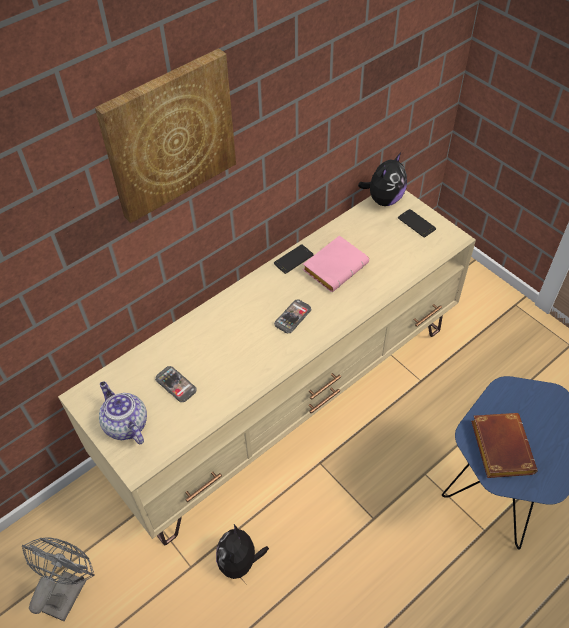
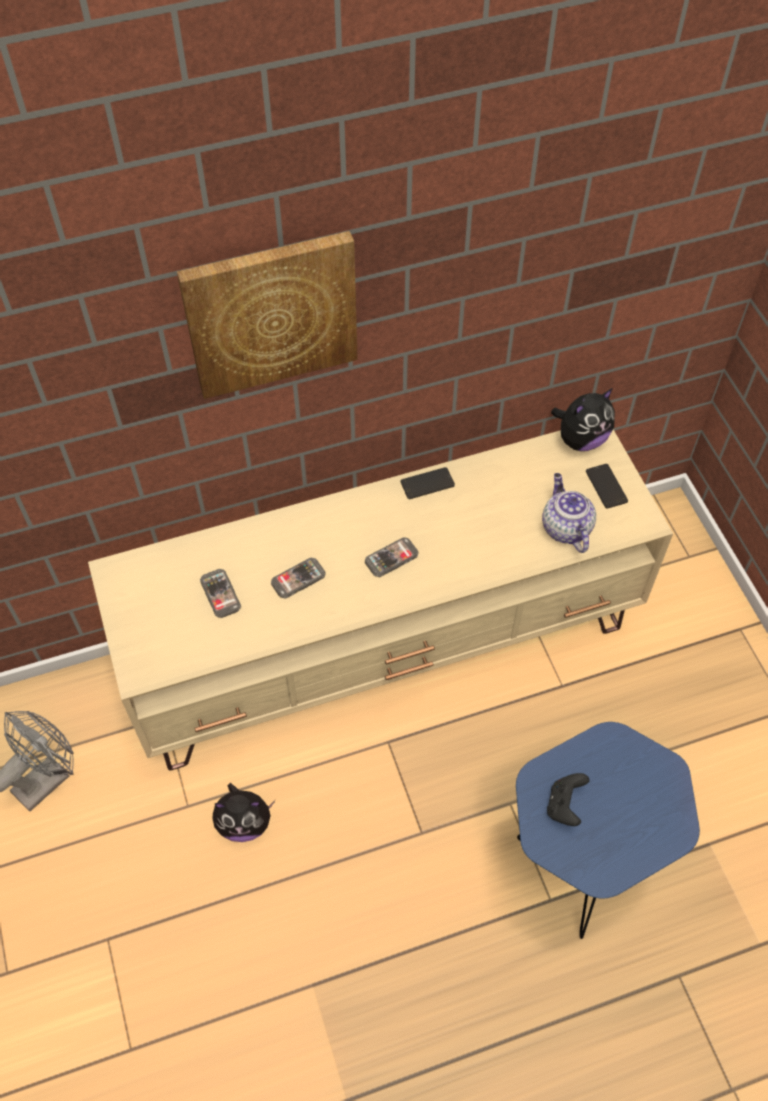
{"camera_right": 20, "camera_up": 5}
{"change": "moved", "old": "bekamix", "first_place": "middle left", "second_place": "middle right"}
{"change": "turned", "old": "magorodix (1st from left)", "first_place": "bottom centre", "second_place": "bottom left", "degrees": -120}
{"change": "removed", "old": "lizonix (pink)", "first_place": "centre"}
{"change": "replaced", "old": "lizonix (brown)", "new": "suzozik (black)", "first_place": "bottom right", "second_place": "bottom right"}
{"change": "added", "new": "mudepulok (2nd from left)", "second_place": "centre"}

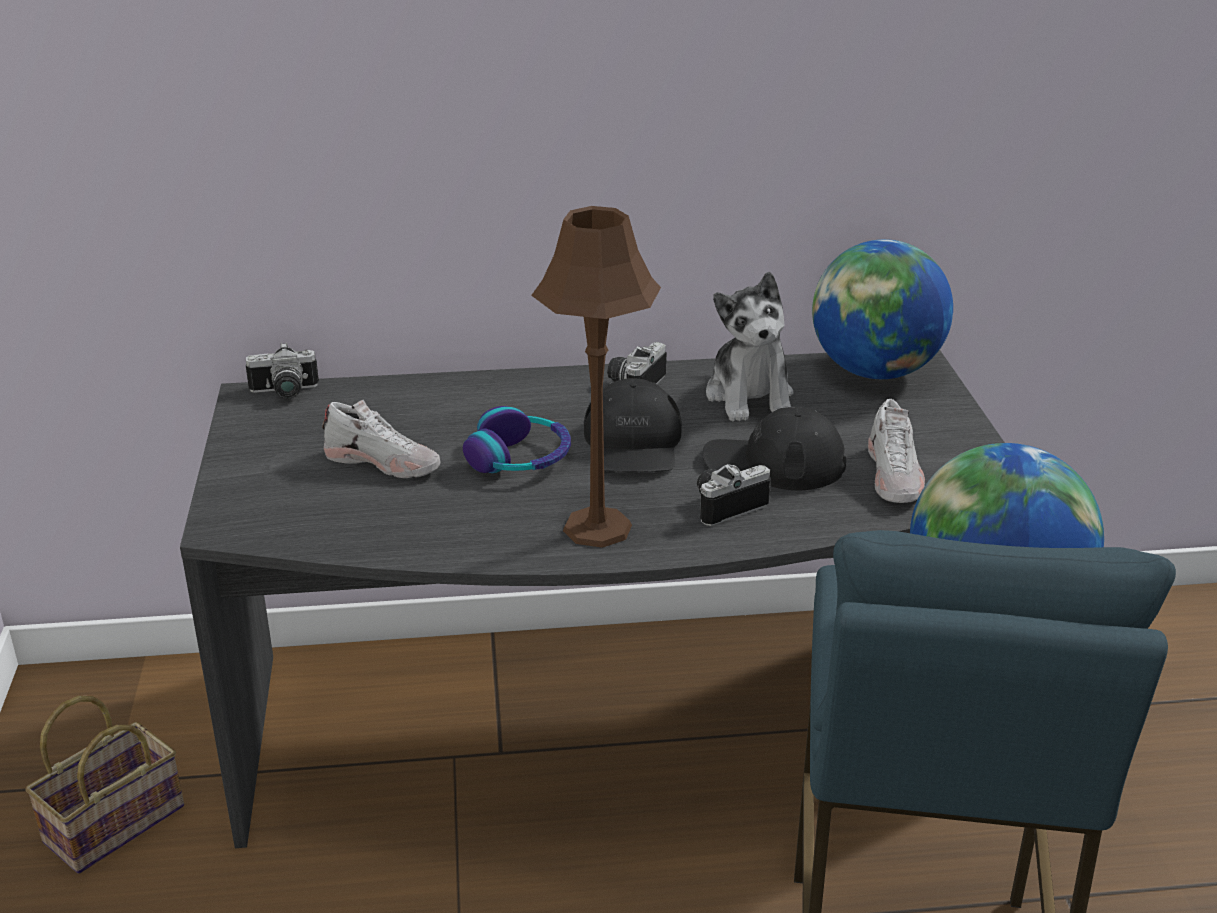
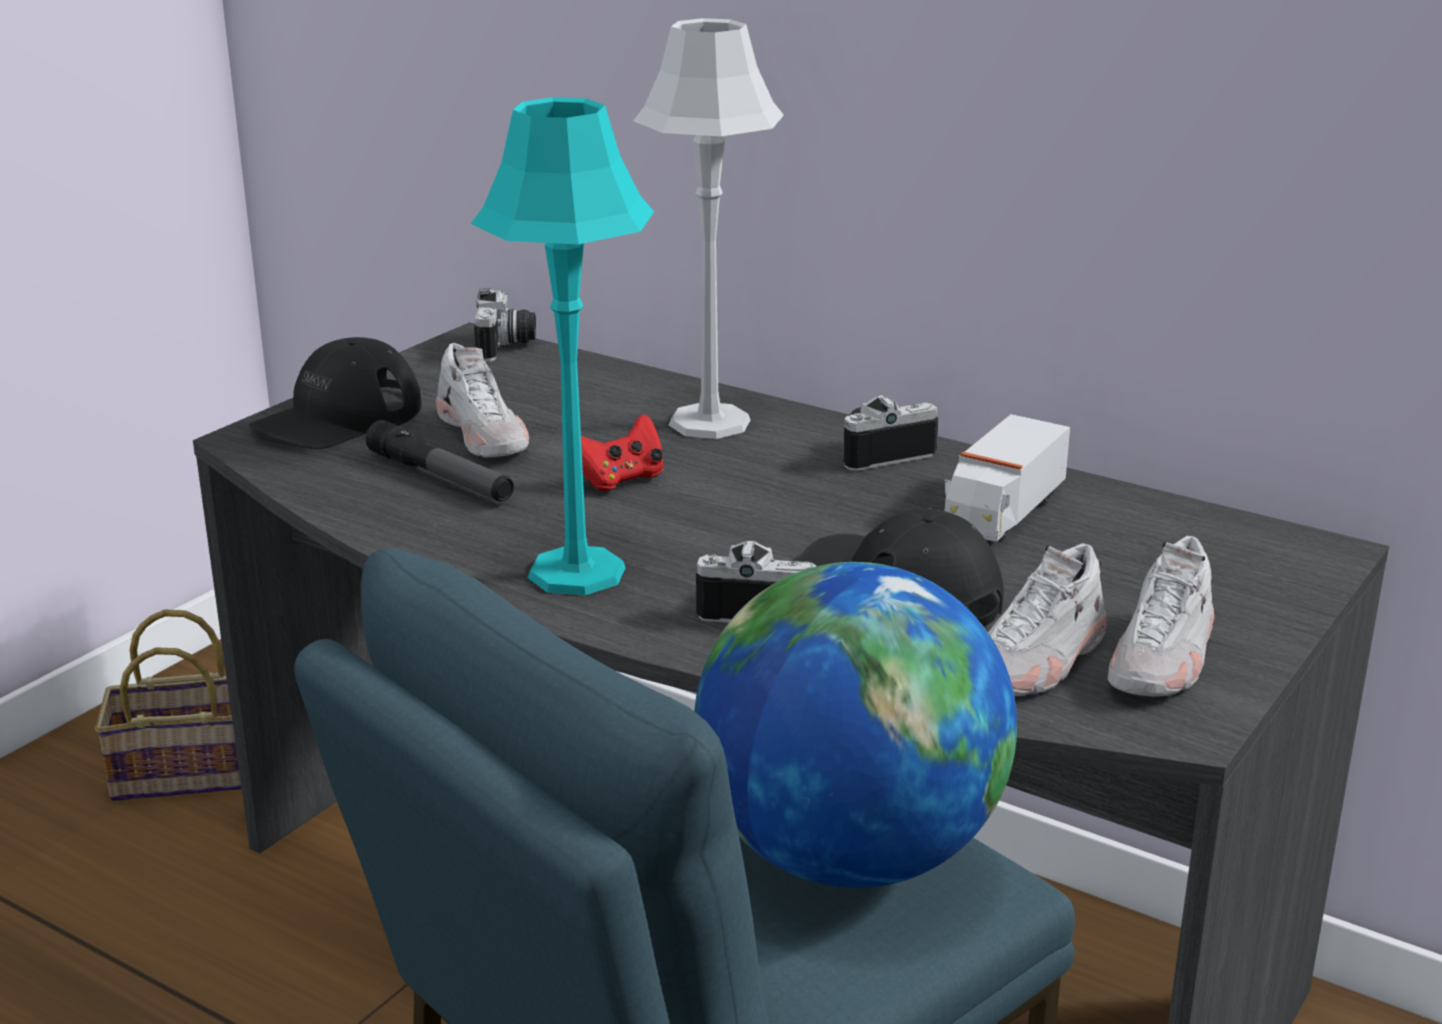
{"camera_right": 40, "camera_up": -5}
{"change": "turned", "old": "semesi (1st from left)", "first_place": "middle left", "second_place": "top centre", "degrees": -120}
{"change": "replaced", "old": "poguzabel", "new": "suzozik (red)", "first_place": "centre", "second_place": "centre"}
{"change": "recoloured", "old": "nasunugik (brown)", "new": "nasunugik (turquoise)", "first_place": "centre", "second_place": "centre"}
{"change": "moved", "old": "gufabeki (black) (1st from left)", "first_place": "centre", "second_place": "middle left"}
{"change": "replaced", "old": "magorodix", "new": "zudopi", "first_place": "centre", "second_place": "middle right"}
{"change": "removed", "old": "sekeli (1st from left)", "first_place": "middle right"}
{"change": "added", "new": "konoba", "second_place": "middle left"}
{"change": "added", "new": "nasunugik (grey)", "second_place": "top centre"}
{"change": "added", "new": "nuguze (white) (3rd from left)", "second_place": "middle right"}

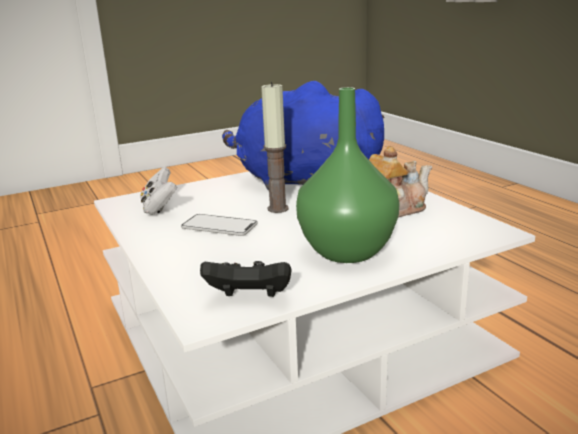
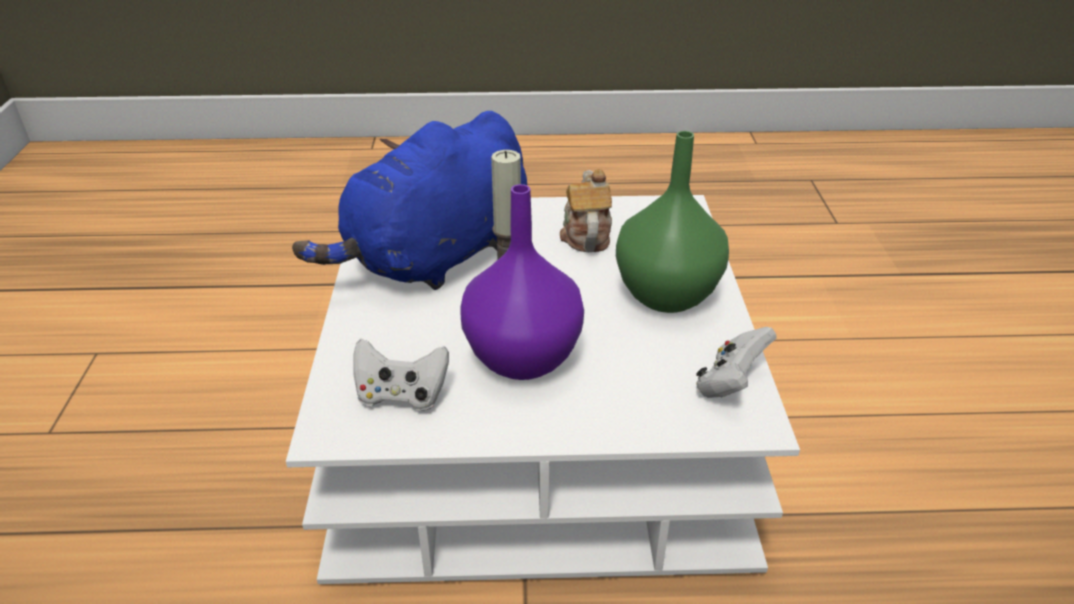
{"camera_right": -65, "camera_up": 15}
{"change": "replaced", "old": "mudepulok", "new": "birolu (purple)", "first_place": "centre", "second_place": "centre"}
{"change": "recoloured", "old": "suzozik (black)", "new": "suzozik (white) (2nd from left)", "first_place": "centre", "second_place": "middle right"}

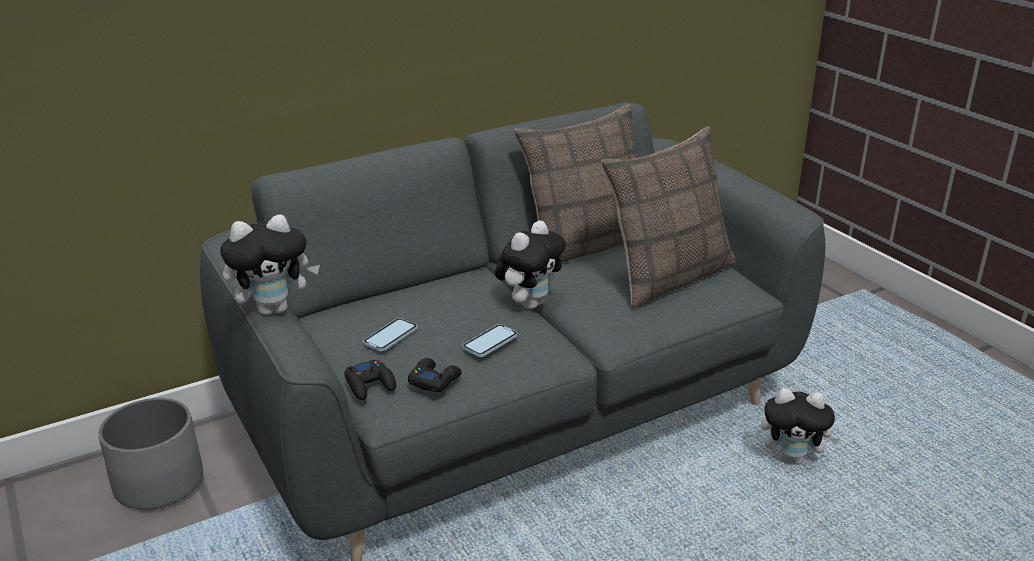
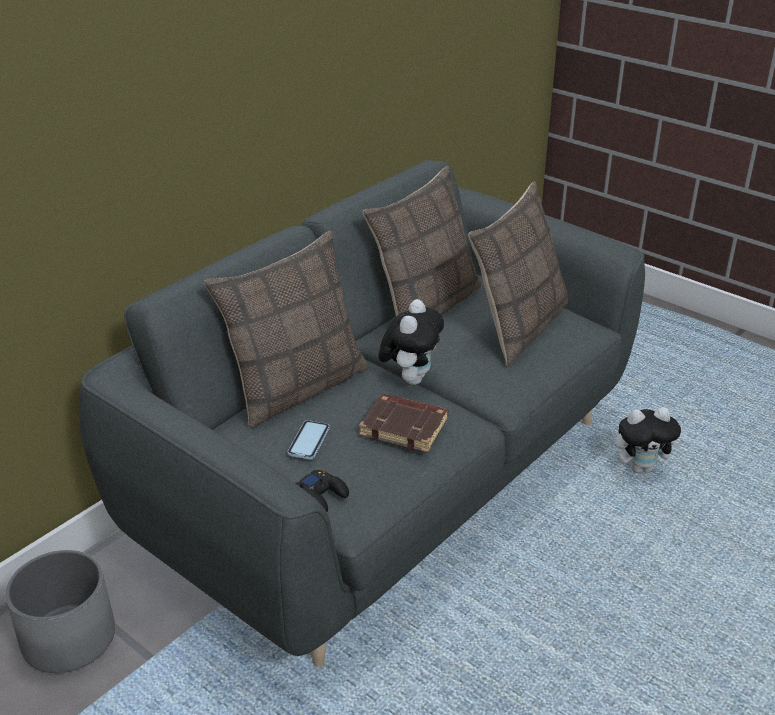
{"camera_right": -20, "camera_up": 5}
{"change": "removed", "old": "magorodix (1st from left)", "first_place": "middle left"}
{"change": "removed", "old": "suzozik (black) (2nd from left)", "first_place": "bottom centre"}
{"change": "replaced", "old": "mudepulok (2nd from left)", "new": "lizonix (brown)", "first_place": "centre", "second_place": "centre"}
{"change": "added", "new": "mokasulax (1st from left)", "second_place": "centre"}

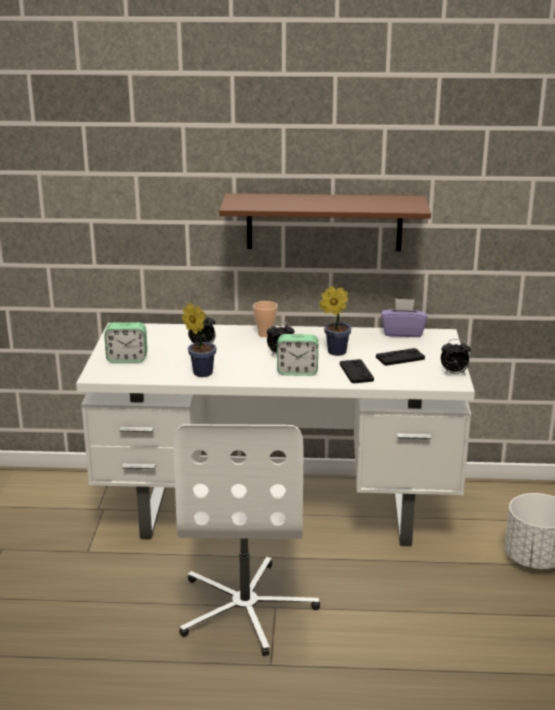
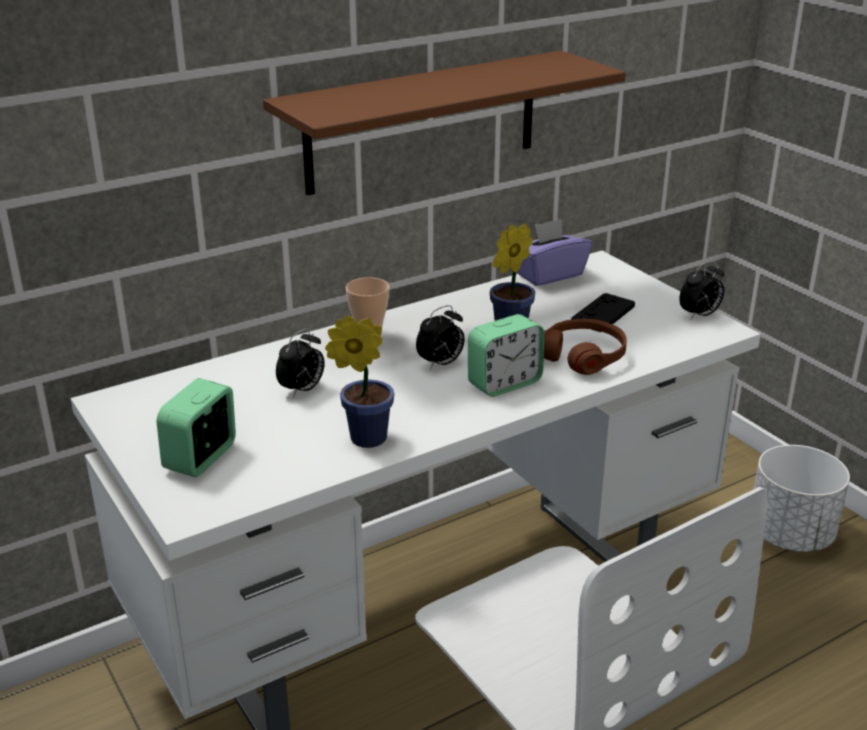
{"camera_right": -35, "camera_up": 5}
{"change": "turned", "old": "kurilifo (1st from left)", "first_place": "middle left", "second_place": "middle left", "degrees": 150}
{"change": "replaced", "old": "suzozik (black) (1st from left)", "new": "poguzabel (brown)", "first_place": "centre", "second_place": "middle right"}

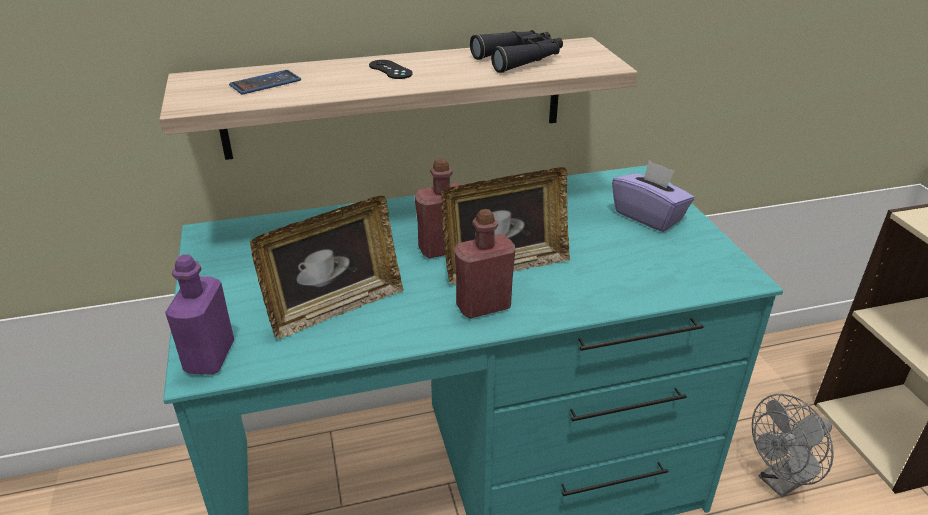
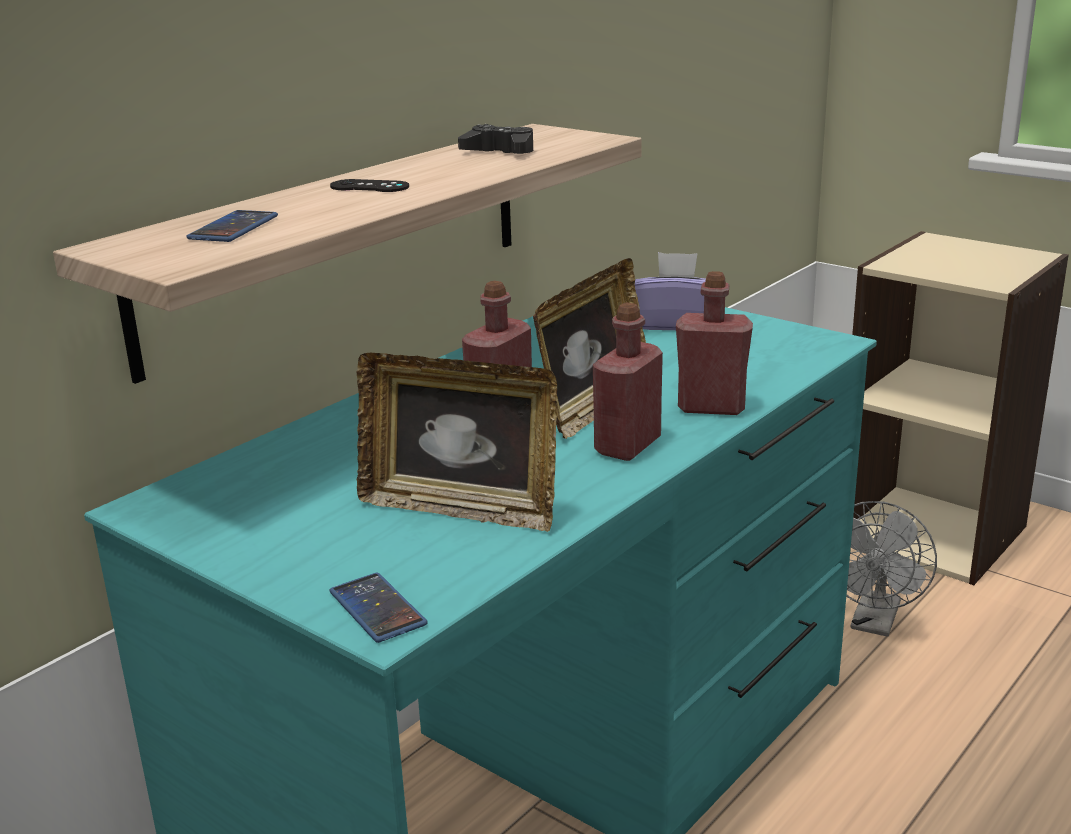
{"camera_right": -35, "camera_up": -10}
{"change": "replaced", "old": "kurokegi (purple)", "new": "mudepulok (2nd from left)", "first_place": "middle left", "second_place": "bottom centre"}
{"change": "turned", "old": "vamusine (1st from left)", "first_place": "centre", "second_place": "centre", "degrees": 90}
{"change": "replaced", "old": "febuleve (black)", "new": "suzozik (black) (2nd from left)", "first_place": "top centre", "second_place": "top centre"}
{"change": "added", "new": "kurokegi (red) (3rd from left)", "second_place": "middle right"}

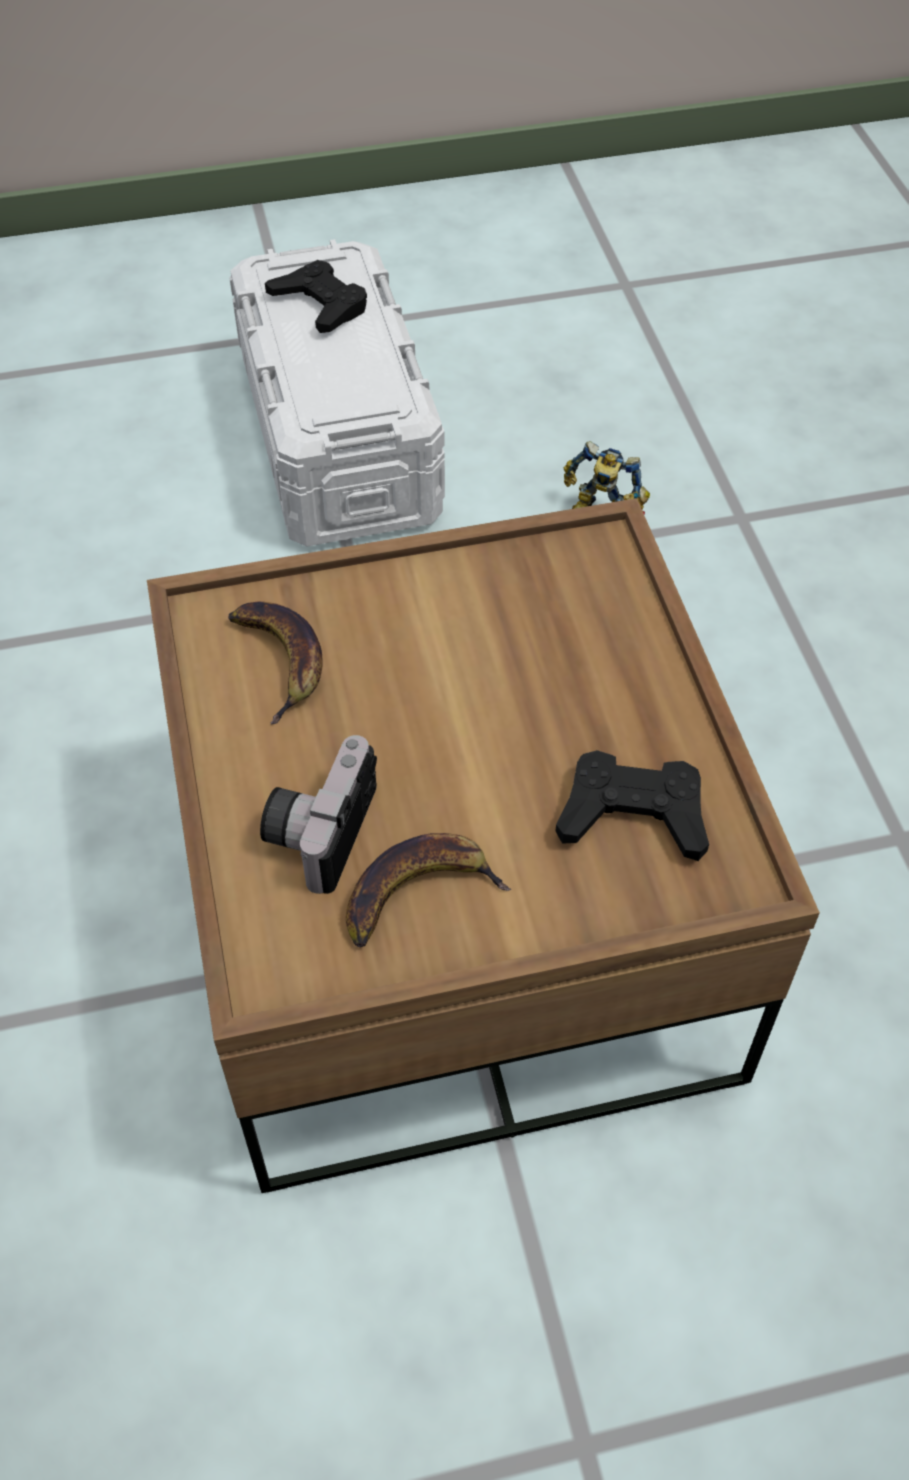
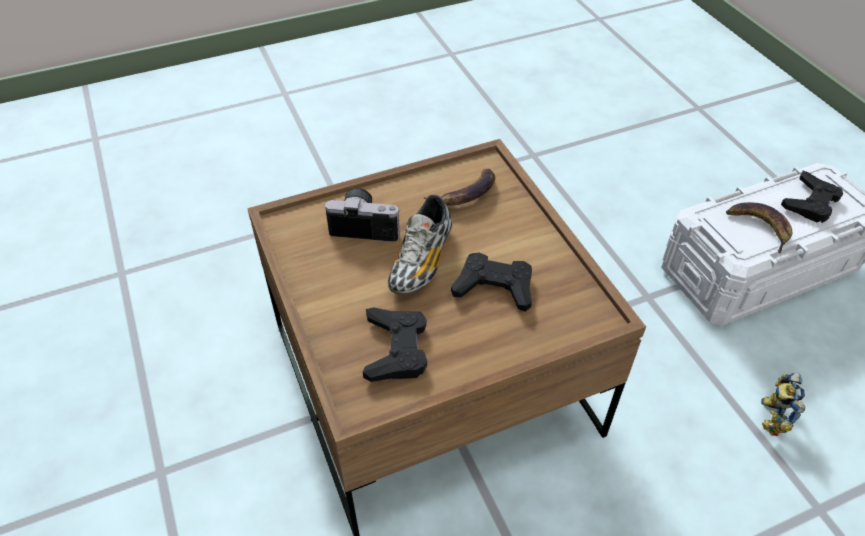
{"camera_right": 80, "camera_up": -5}
{"change": "moved", "old": "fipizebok (2nd from left)", "first_place": "centre", "second_place": "middle right"}
{"change": "added", "new": "nuguze", "second_place": "centre"}
{"change": "added", "new": "suzozik (black) (2nd from left)", "second_place": "centre"}

